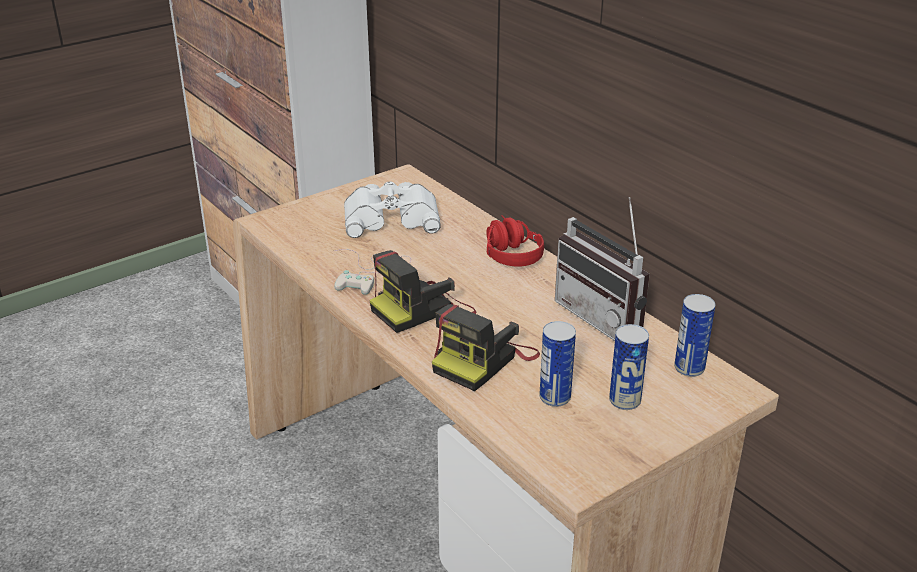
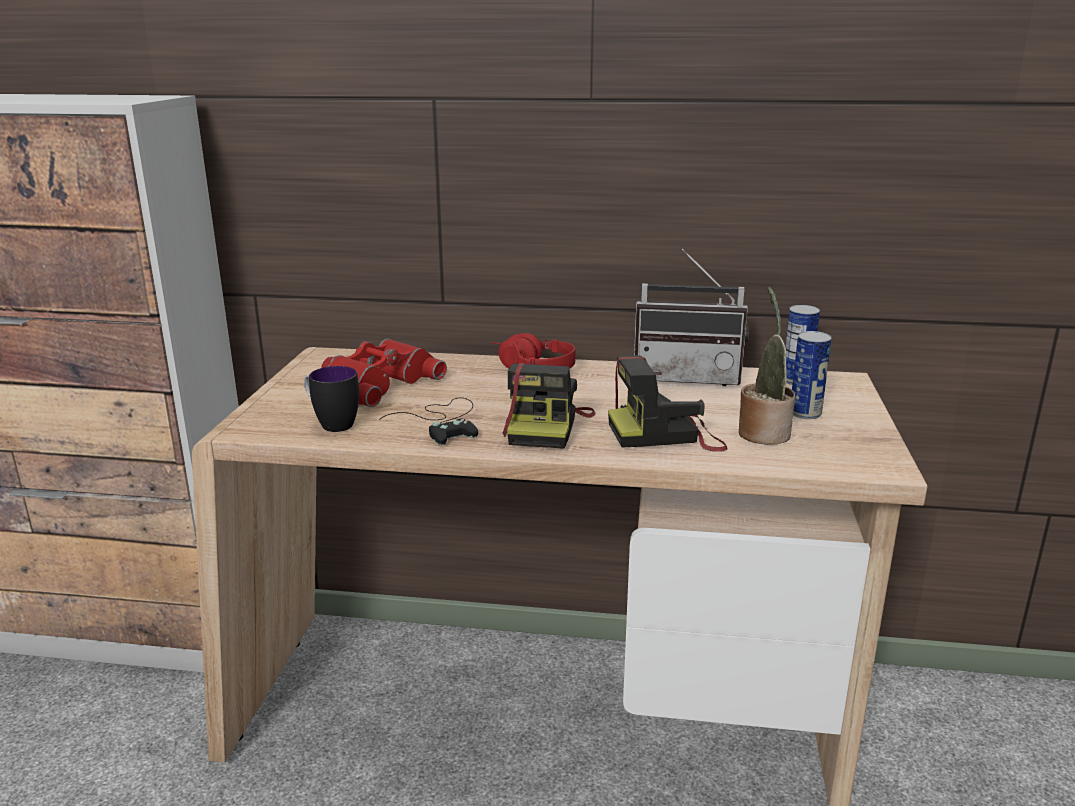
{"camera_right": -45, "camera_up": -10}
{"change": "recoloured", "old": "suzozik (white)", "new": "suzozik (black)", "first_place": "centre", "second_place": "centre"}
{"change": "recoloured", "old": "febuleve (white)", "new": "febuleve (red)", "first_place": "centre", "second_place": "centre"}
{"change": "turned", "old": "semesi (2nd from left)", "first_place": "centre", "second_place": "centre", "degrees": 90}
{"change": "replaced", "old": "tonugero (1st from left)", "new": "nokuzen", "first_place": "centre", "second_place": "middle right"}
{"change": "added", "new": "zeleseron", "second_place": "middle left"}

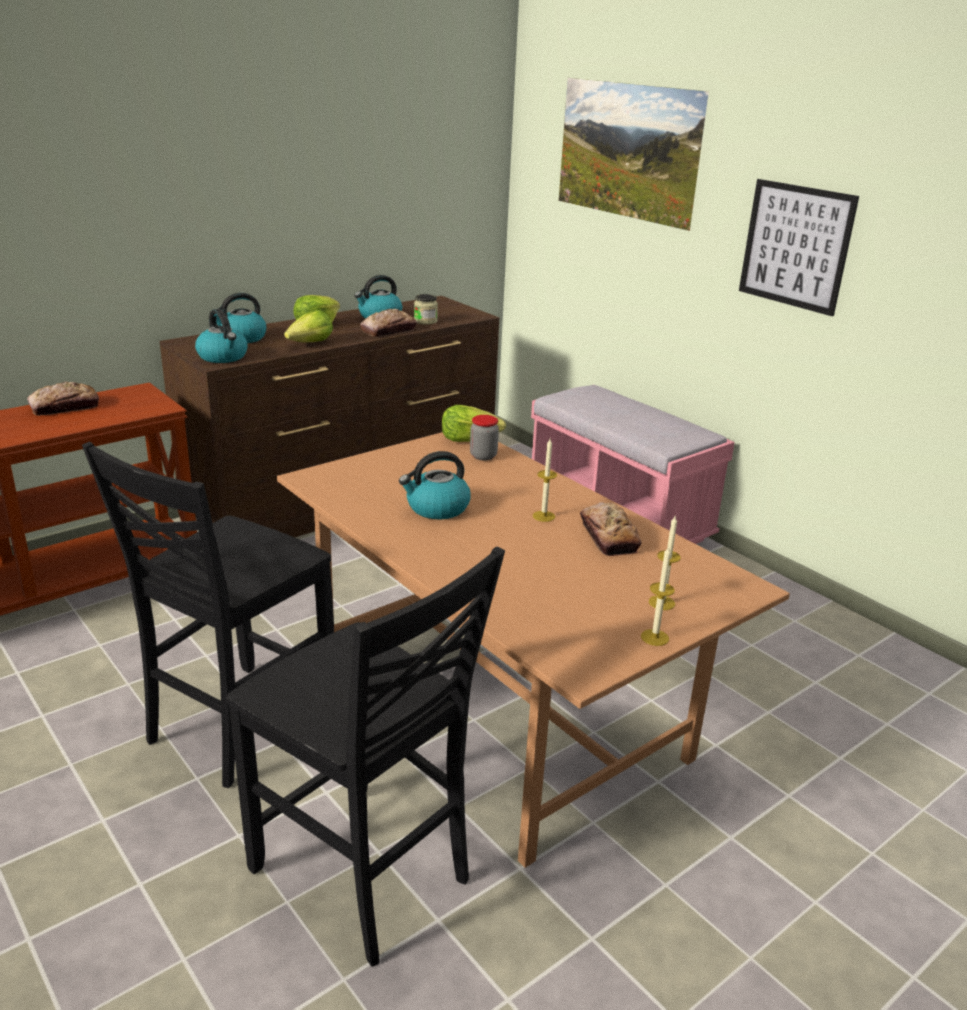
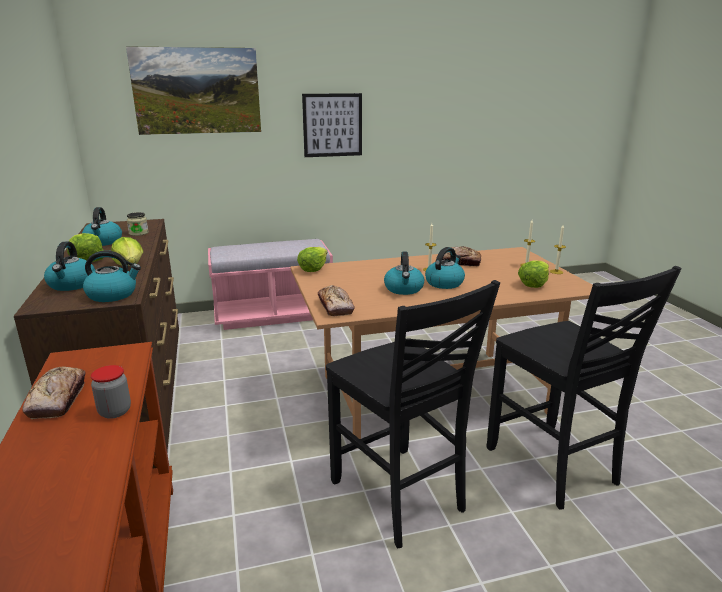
{"camera_right": -65, "camera_up": -5}
{"change": "turned", "old": "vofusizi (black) (2nd from left)", "first_place": "bottom centre", "second_place": "middle right", "degrees": 90}
{"change": "moved", "old": "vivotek (2nd from left)", "first_place": "top centre", "second_place": "centre"}
{"change": "moved", "old": "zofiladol (2nd from left in the first image)", "new": "zofiladol (1st from left)", "first_place": "centre", "second_place": "middle left"}
{"change": "added", "new": "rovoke (5th from left)", "second_place": "centre"}
{"change": "added", "new": "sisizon (4th from left)", "second_place": "middle right"}

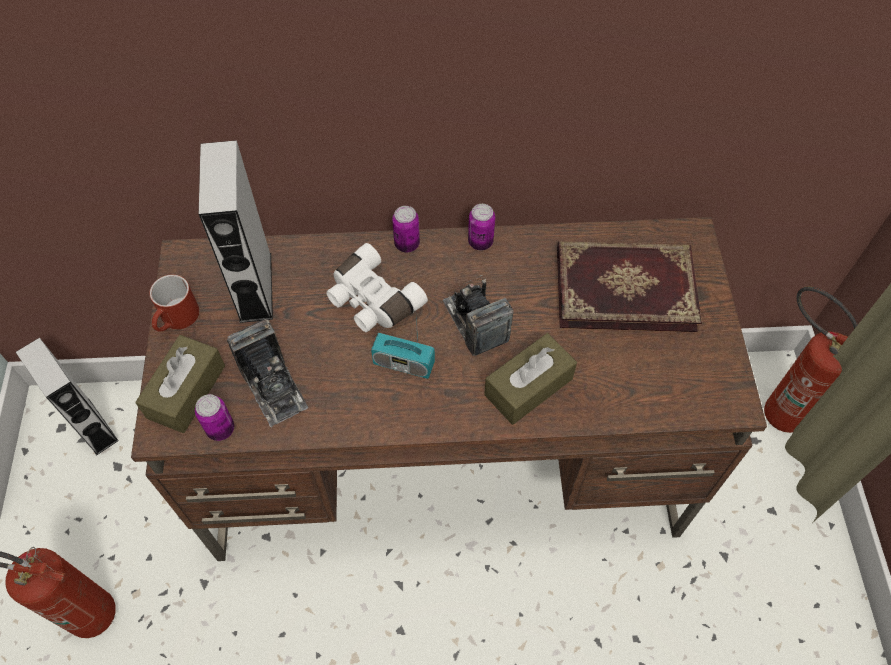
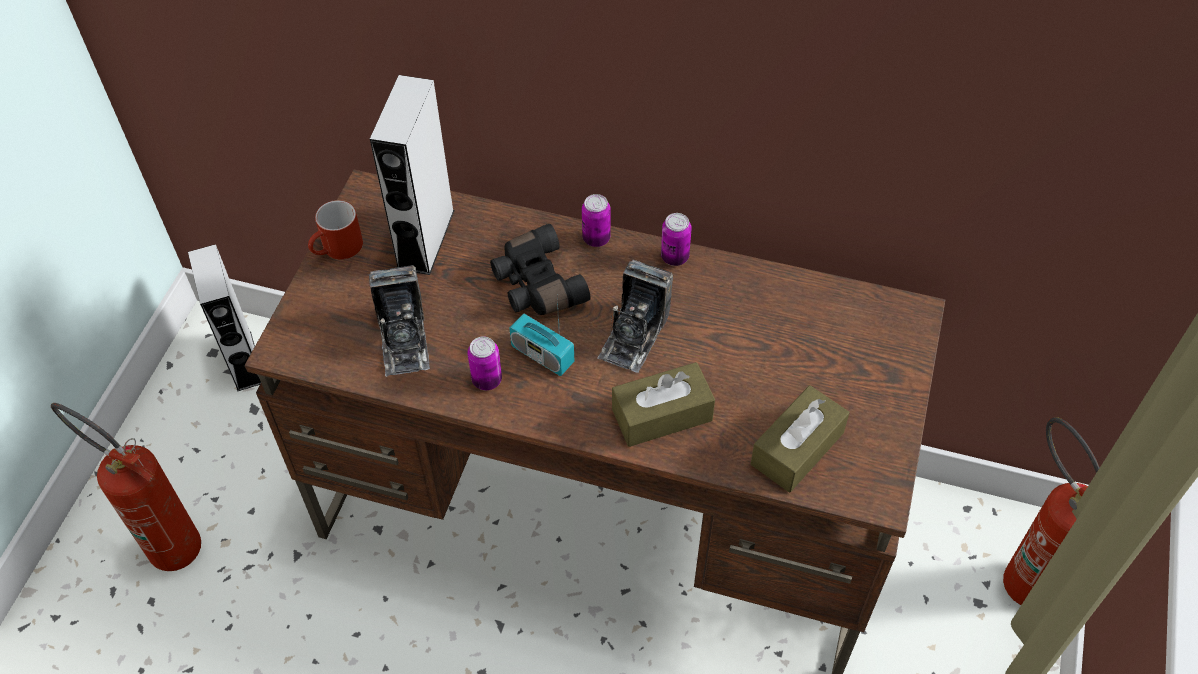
{"camera_right": 20, "camera_up": -5}
{"change": "moved", "old": "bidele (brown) (1st from left in the first image)", "new": "bidele (brown) (2nd from left)", "first_place": "middle left", "second_place": "middle right"}
{"change": "moved", "old": "tonugero (1st from left)", "first_place": "middle left", "second_place": "centre"}
{"change": "recoloured", "old": "febuleve (white)", "new": "febuleve (black)", "first_place": "centre", "second_place": "centre"}
{"change": "turned", "old": "semesi (2nd from left)", "first_place": "centre", "second_place": "centre", "degrees": -150}
{"change": "removed", "old": "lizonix", "first_place": "middle right"}

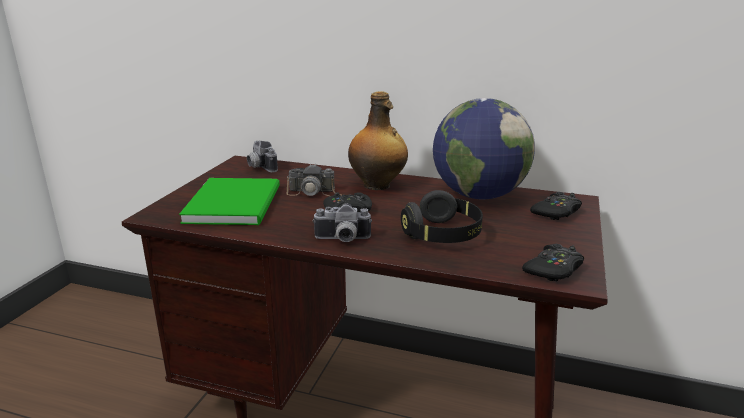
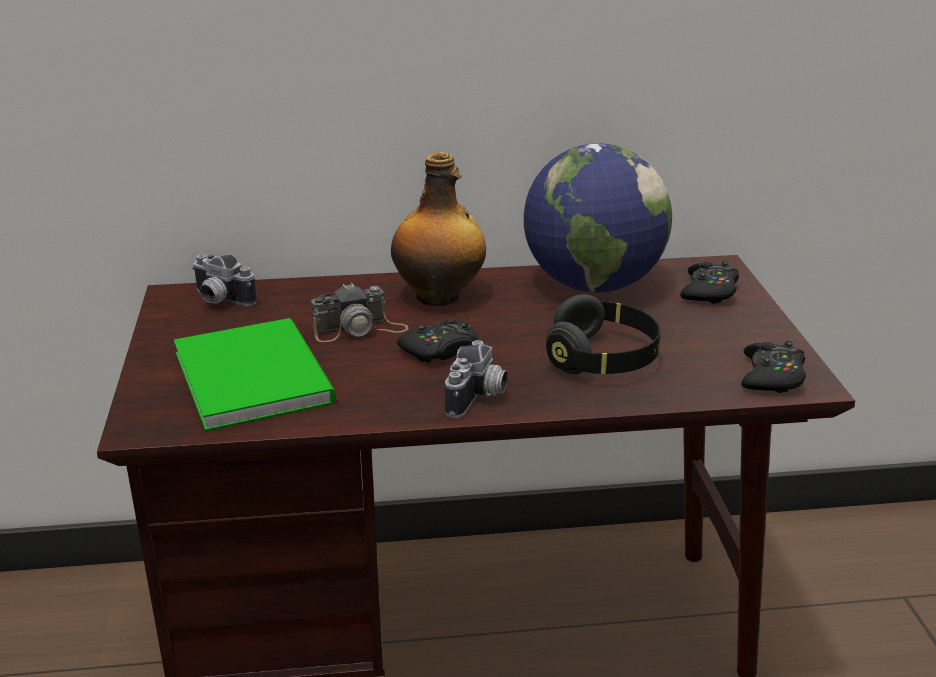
{"camera_right": -25, "camera_up": 5}
{"change": "turned", "old": "semesi (3rd from left)", "first_place": "centre", "second_place": "centre", "degrees": -45}

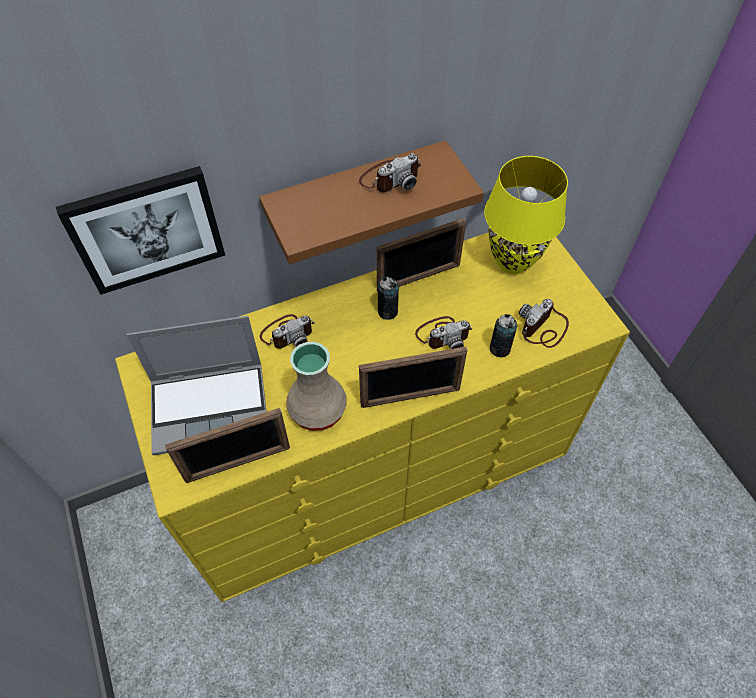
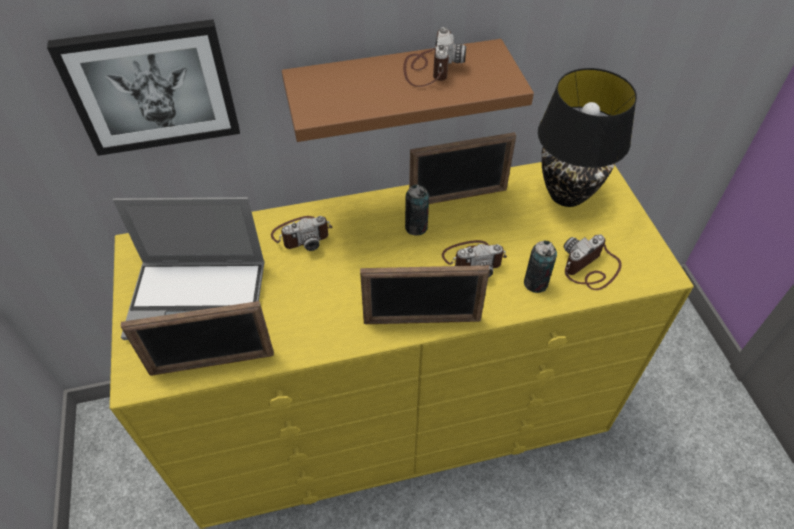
{"camera_right": 10, "camera_up": -5}
{"change": "removed", "old": "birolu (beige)", "first_place": "centre"}
{"change": "turned", "old": "semesi (2nd from left)", "first_place": "top centre", "second_place": "top centre", "degrees": -60}
{"change": "recoloured", "old": "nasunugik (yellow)", "new": "nasunugik (black)", "first_place": "top right", "second_place": "top right"}

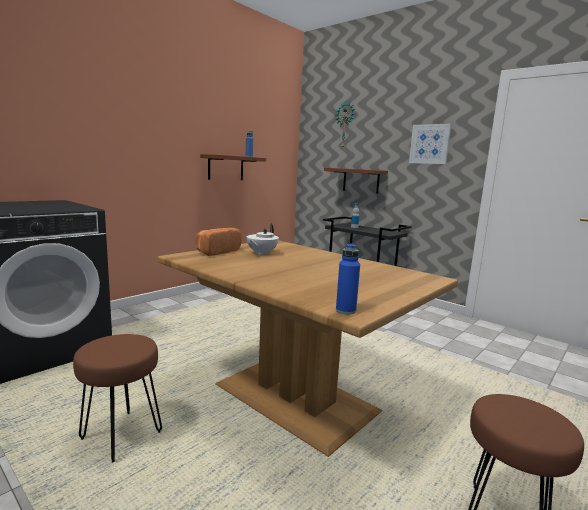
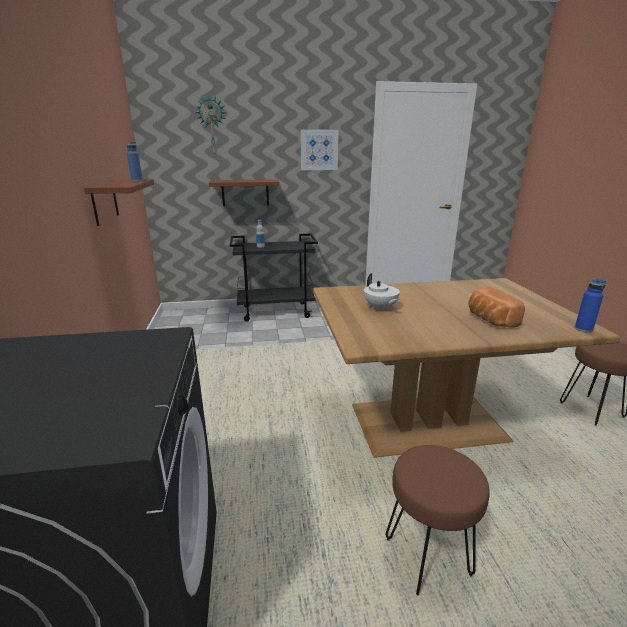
{"camera_right": -50, "camera_up": 10}
{"change": "moved", "old": "vivotek", "first_place": "centre", "second_place": "middle right"}

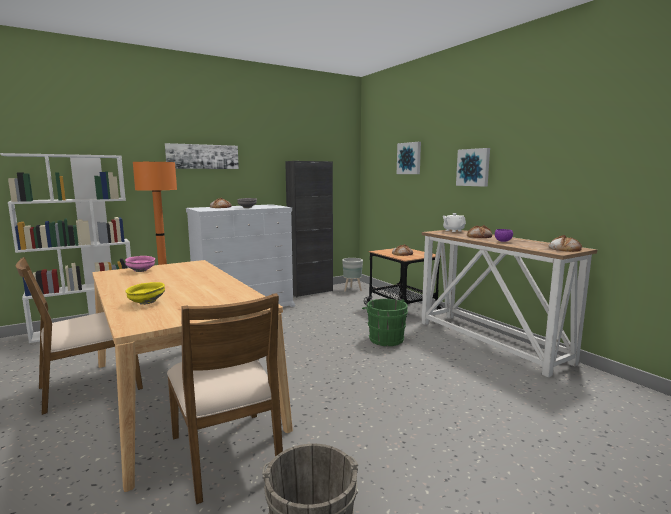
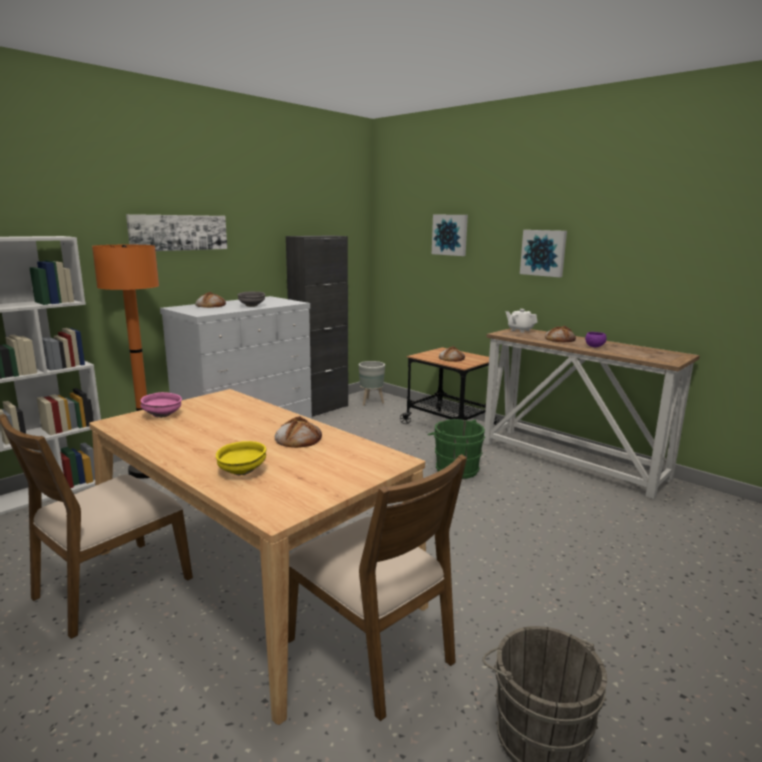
{"camera_right": -15, "camera_up": 5}
{"change": "moved", "old": "vivotek (4th from left in the first image)", "new": "vivotek (2nd from left)", "first_place": "middle right", "second_place": "centre"}

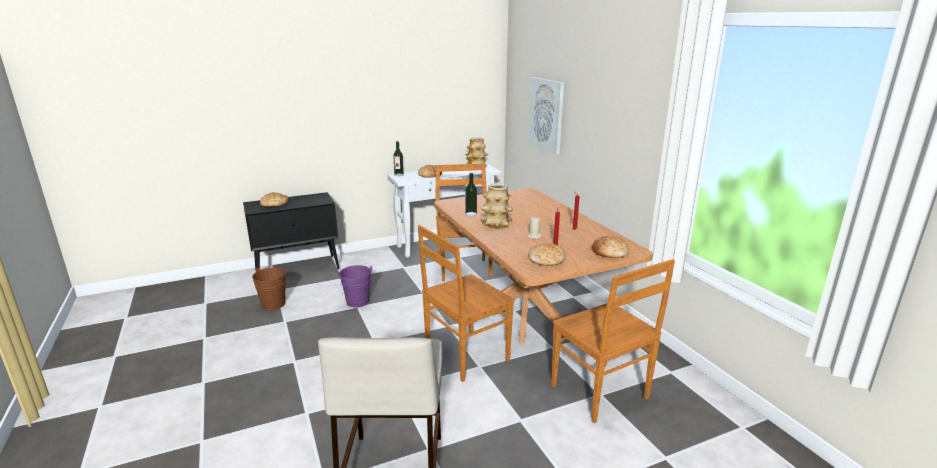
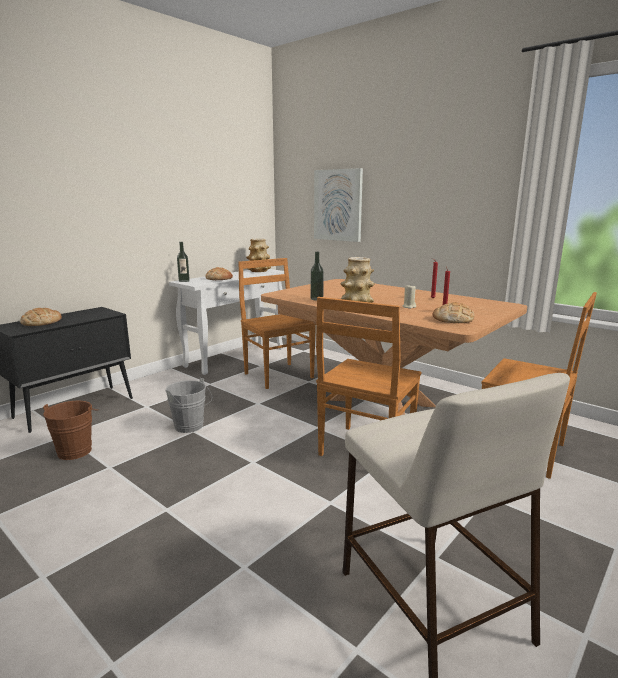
{"camera_right": -25, "camera_up": -5}
{"change": "recoloured", "old": "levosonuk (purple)", "new": "levosonuk (grey)", "first_place": "centre", "second_place": "middle left"}
{"change": "removed", "old": "vivotek (4th from left)", "first_place": "centre"}

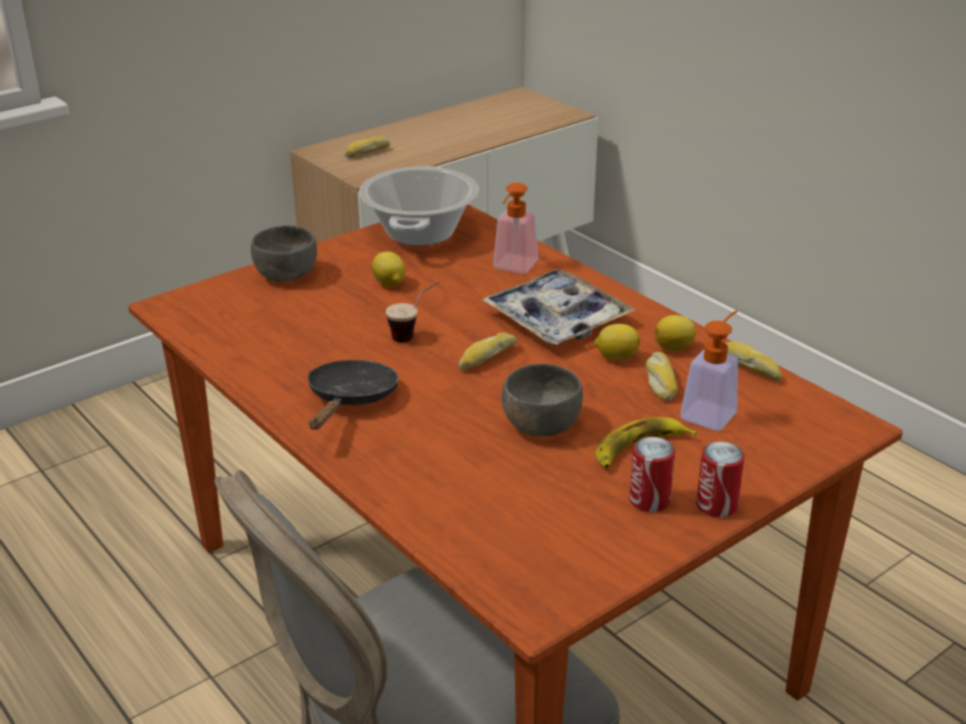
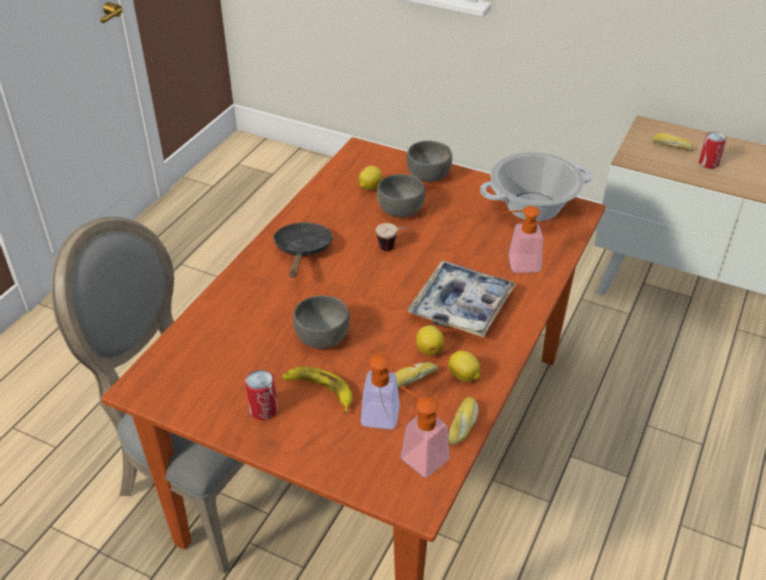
{"camera_right": 65, "camera_up": 10}
{"change": "turned", "old": "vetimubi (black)", "first_place": "centre", "second_place": "centre", "degrees": -75}
{"change": "moved", "old": "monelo (1st from left)", "first_place": "centre", "second_place": "top centre"}
{"change": "removed", "old": "vivotek (2nd from left)", "first_place": "centre"}
{"change": "moved", "old": "tonugero (2nd from left)", "first_place": "middle right", "second_place": "top right"}
{"change": "added", "new": "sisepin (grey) (2nd from left)", "second_place": "centre"}
{"change": "added", "new": "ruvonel (2nd from left)", "second_place": "bottom centre"}

